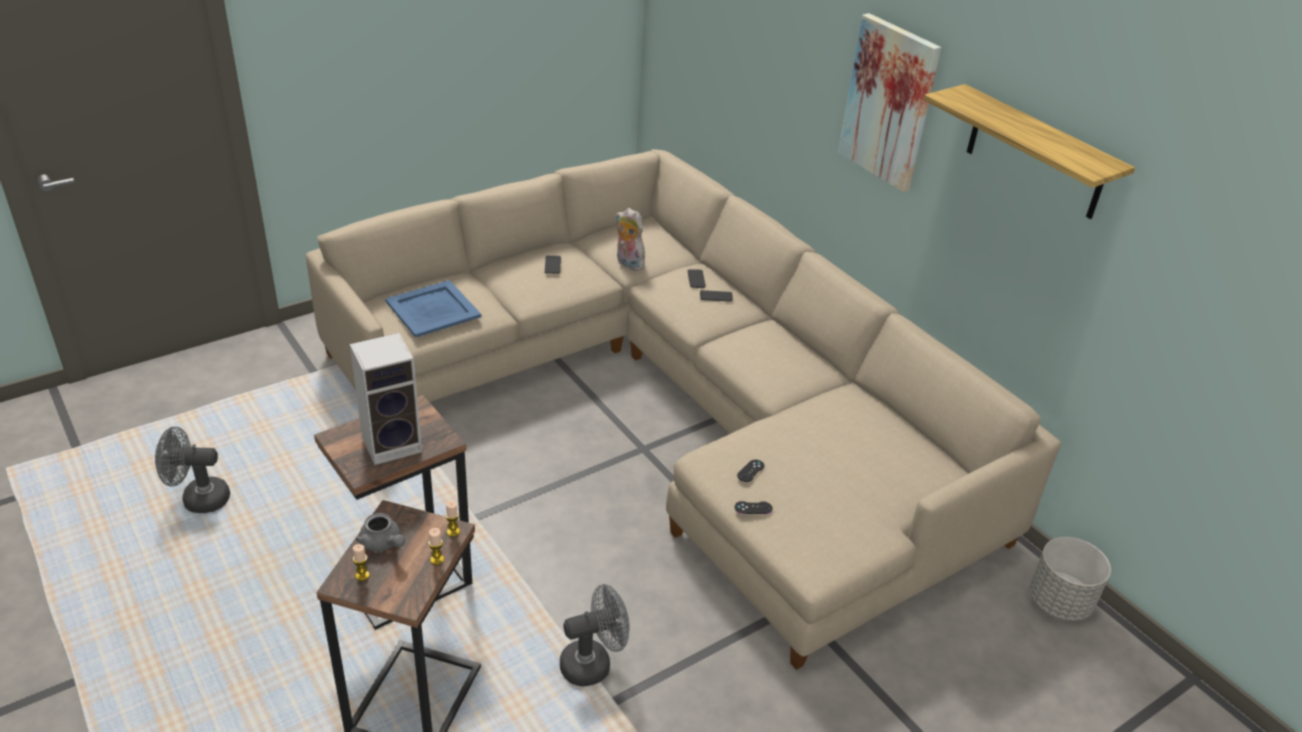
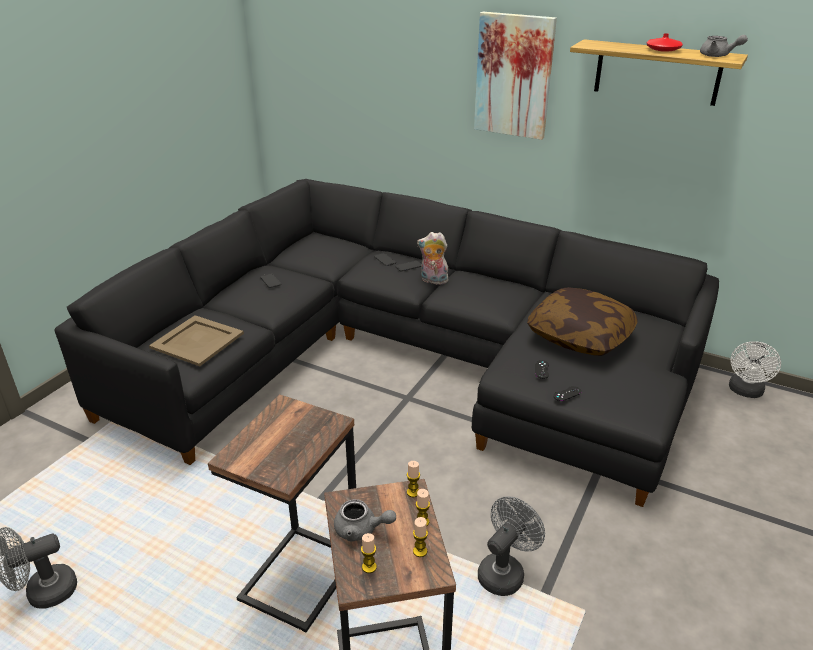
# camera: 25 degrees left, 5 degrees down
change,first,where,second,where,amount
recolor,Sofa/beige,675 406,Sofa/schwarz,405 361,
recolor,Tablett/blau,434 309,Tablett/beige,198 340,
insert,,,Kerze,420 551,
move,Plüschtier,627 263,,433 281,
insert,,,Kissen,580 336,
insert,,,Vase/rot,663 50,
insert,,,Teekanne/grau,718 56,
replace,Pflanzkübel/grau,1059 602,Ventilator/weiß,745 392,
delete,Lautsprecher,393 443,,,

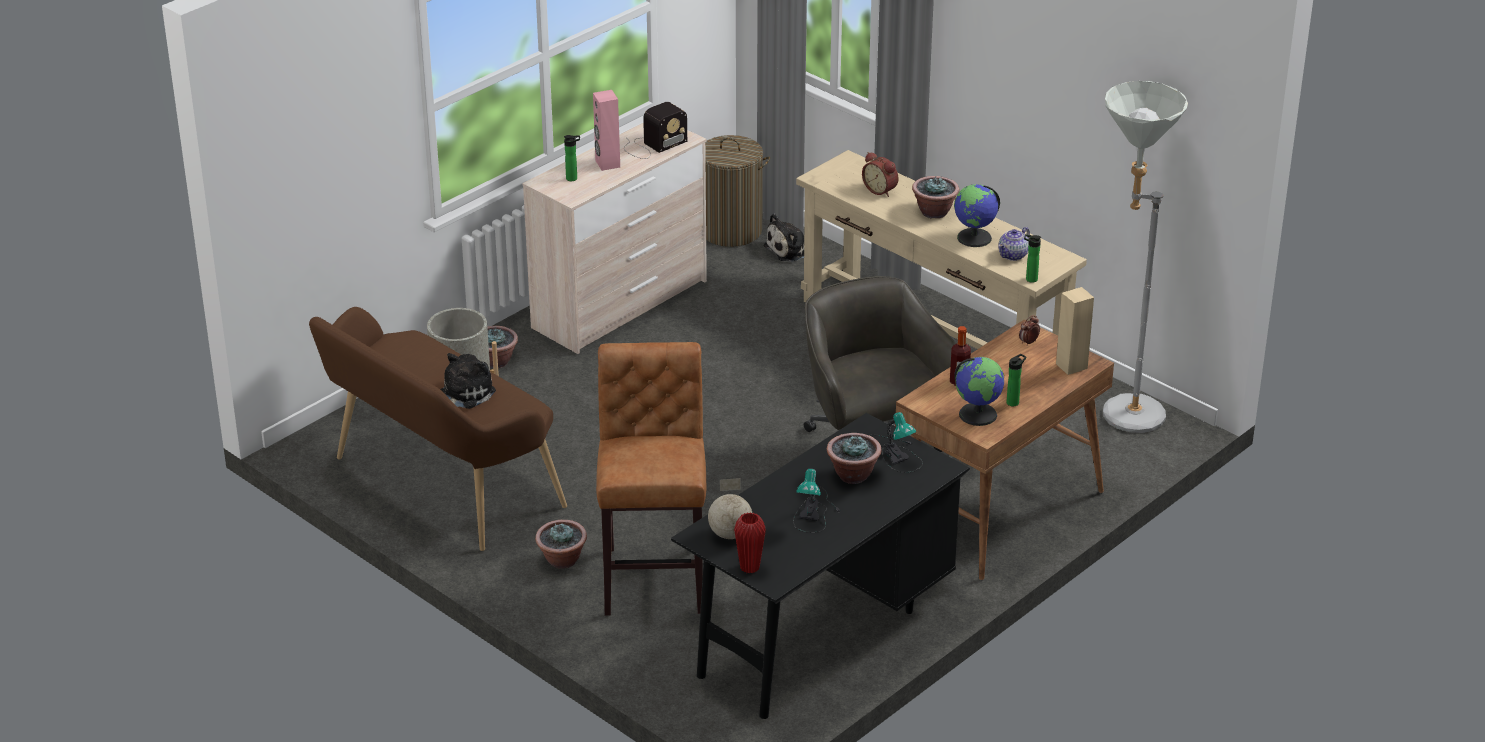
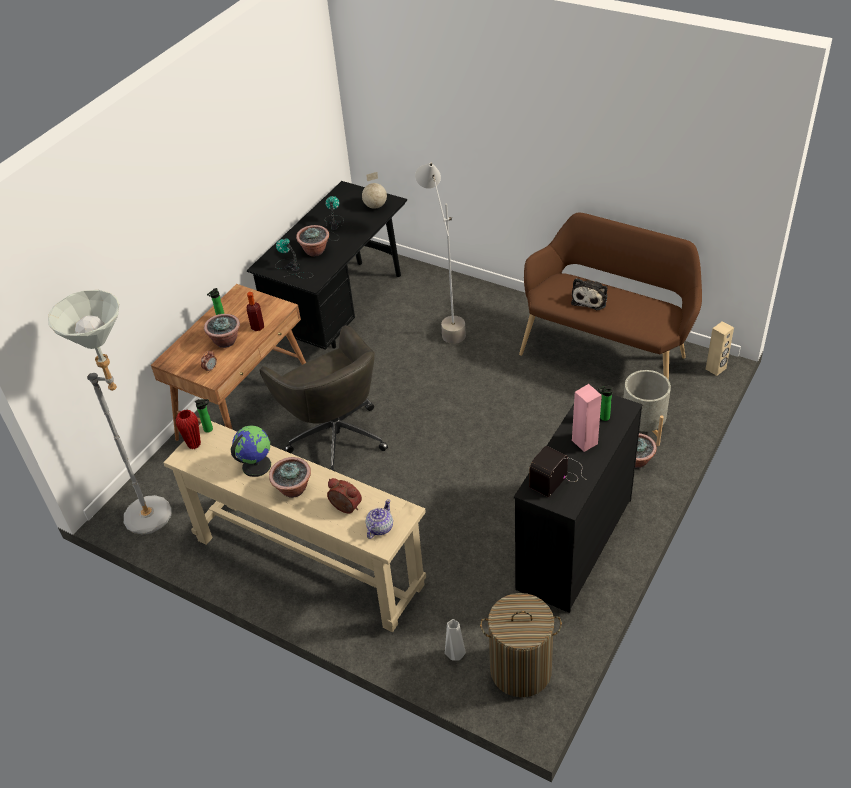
# camera: 170 degrees right, 10 degrees up
change,first,where,second,where,amount
move,Vase/rot,749 567,,194 444,
move,Topfpflanze,562 560,,226 341,
move,Teekanne,1013 255,,379 528,
replace,Hocker/braun,654 575,Stehlampe/grau,446 323,
replace,Plüschtier,790 249,Vase/grau,456 654,
recolor,Kommode/beige,621 305,Kommode/schwarz,573 543,
move,Lautsprecher/beige,1071 366,,716 369,
delete,Globus,978 414,,,

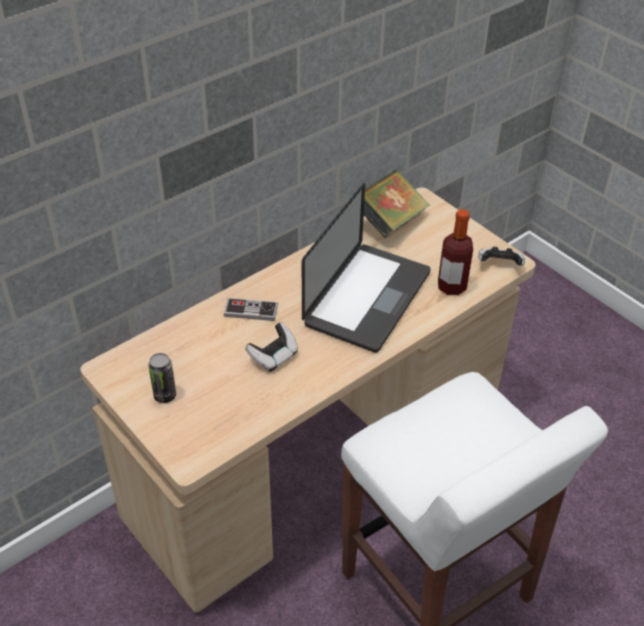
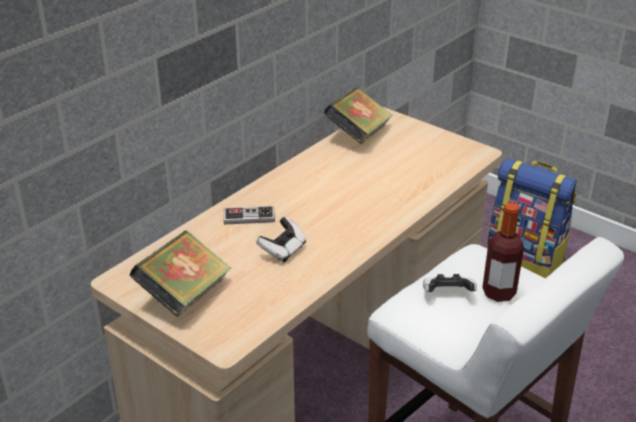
# camera: 10 degrees left, 10 degrees down
change,first,where,second,where,amount
replace,Dose,165 395,Buch,184 295,
move,Gamepad,499 265,,447 295,
move,Flasche,451 287,,499 293,
insert,,,Rucksack,525 257,
delete,Laptop,367 298,,,

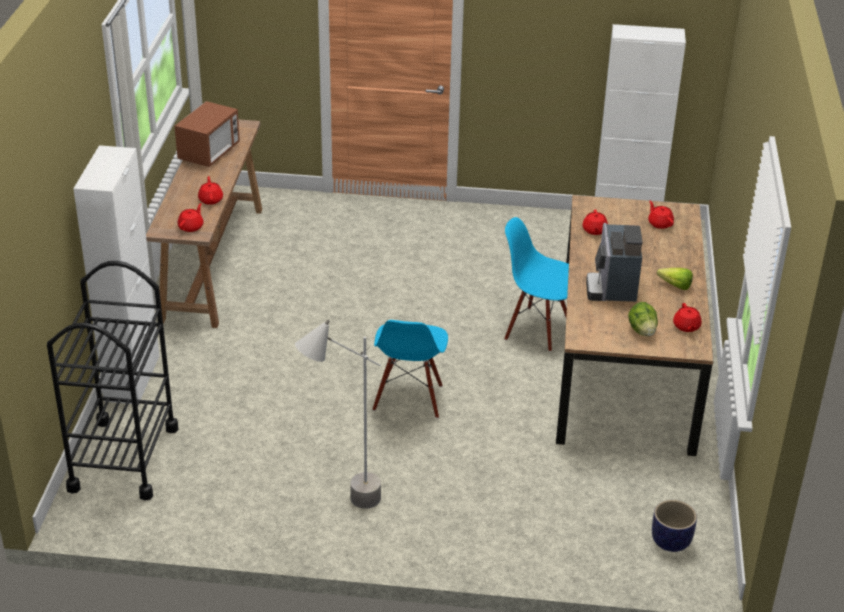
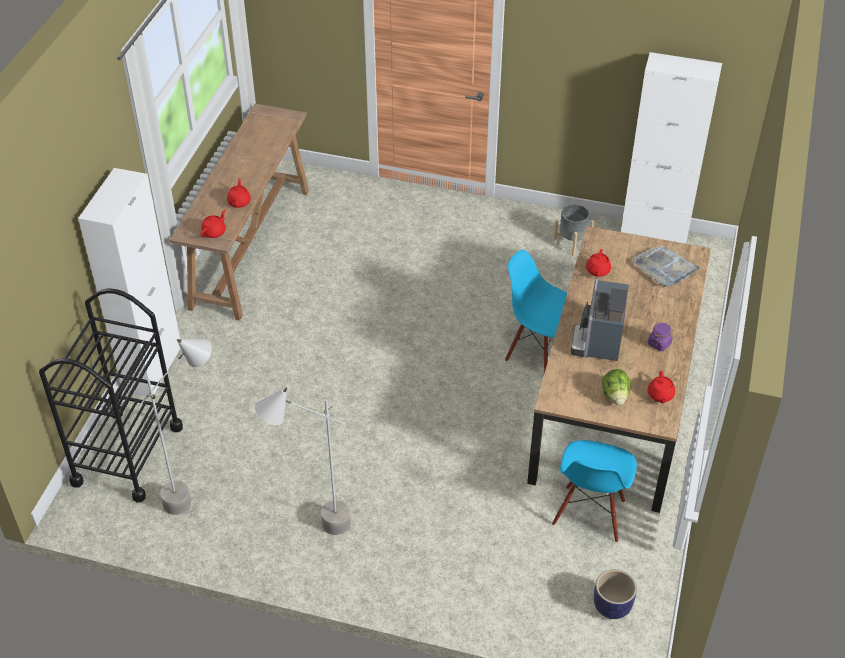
# camera: 10 degrees right, 10 degrees up
change,first,where,second,where,amount
insert,,,Stehlampe/grau,198 492,
move,Stuhl/blau,409 399,,590 514,
insert,,,Pflanzkübel/grau,572 243,
replace,Teekanne/rot,660 223,Tablett/grau,665 268,
replace,Salatkopf,672 285,Vorratsglas/lila,659 343,
delete,Mikrowelle,209 153,,,

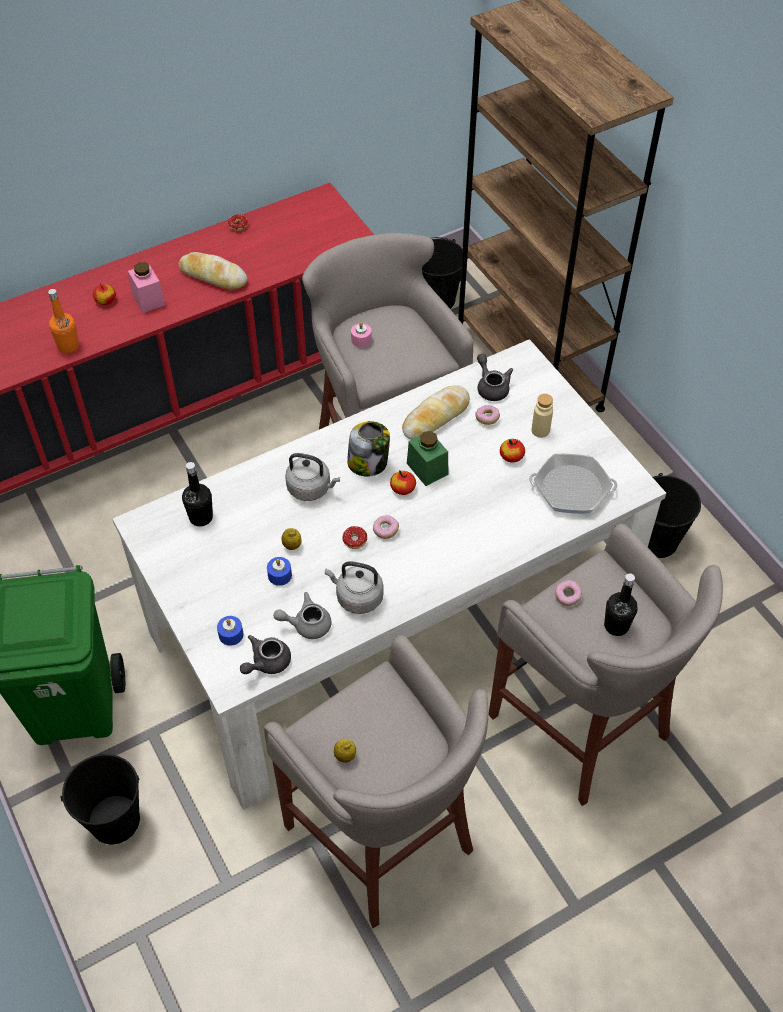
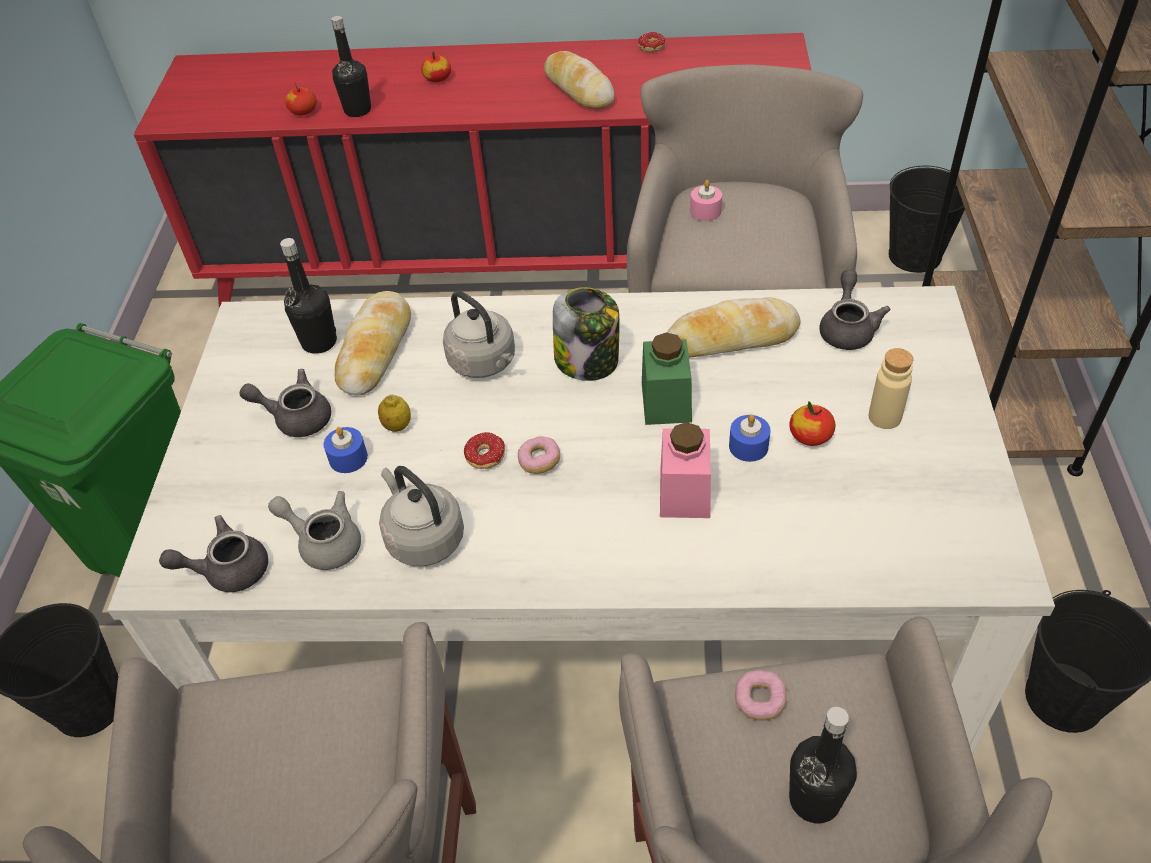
# camera: 35 degrees right, 5 degrees down
change,first,where,second,where,amount
insert,,,Teekanne/grau,296 417,
move,Apfel,403 488,,303 111,
recolor,Flasche/orange,68 346,Flasche/schwarz,357 110,
insert,,,Brot,375 350,
move,Vorratsglas/rosa,148 299,,684 492,
move,Kerze/blau,231 634,,748 446,
delete,Zitrone,345 756,,,
delete,Donut,487 418,,,
delete,Pfanne,571 489,,,

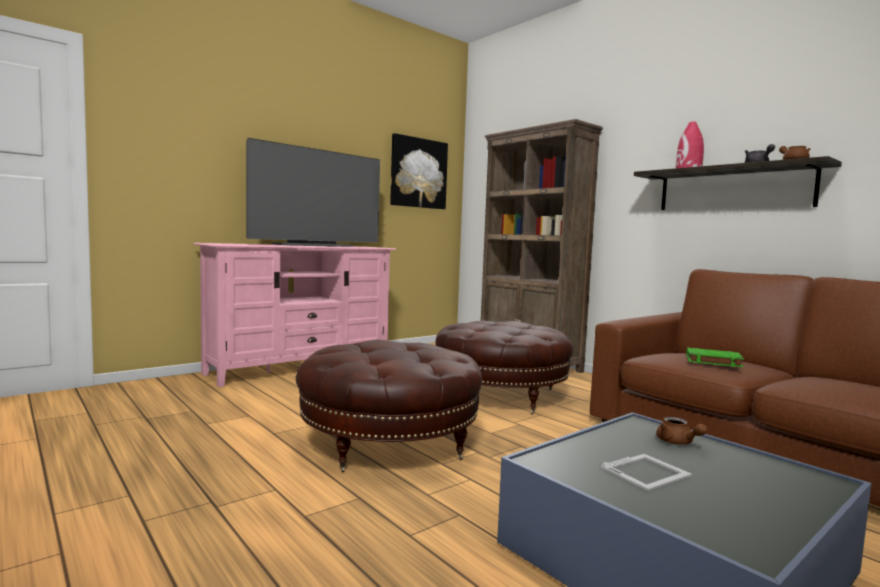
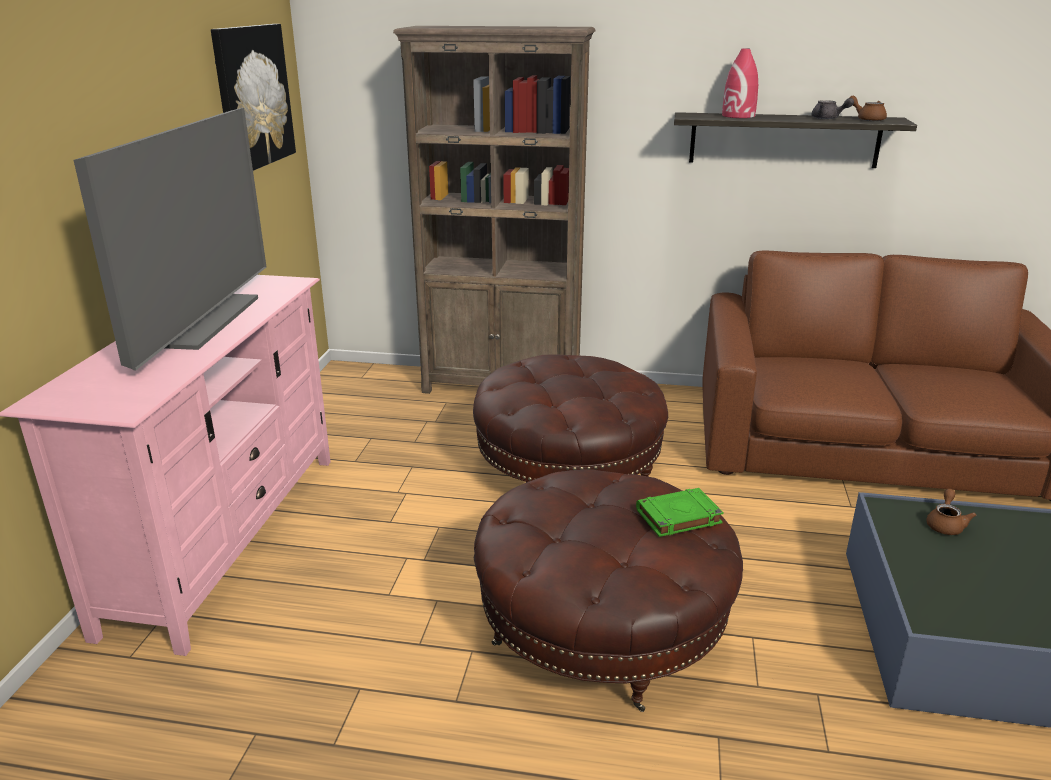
# camera: 40 degrees left, 20 degrees up
change,first,where,second,where,amount
move,Buch/grün,712 361,,678 517,
rotate,Teekanne/braun,678 442,,945 524,90 degrees counterclockwise
delete,Bilderrahmen,647 471,,,

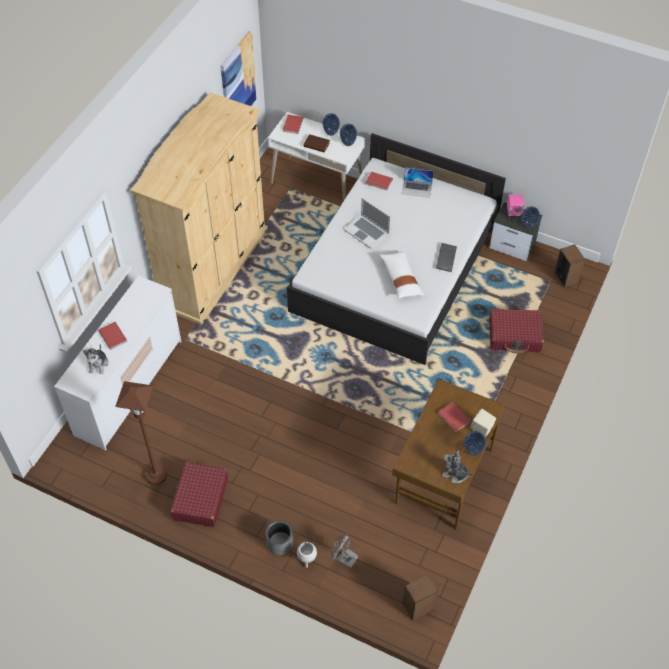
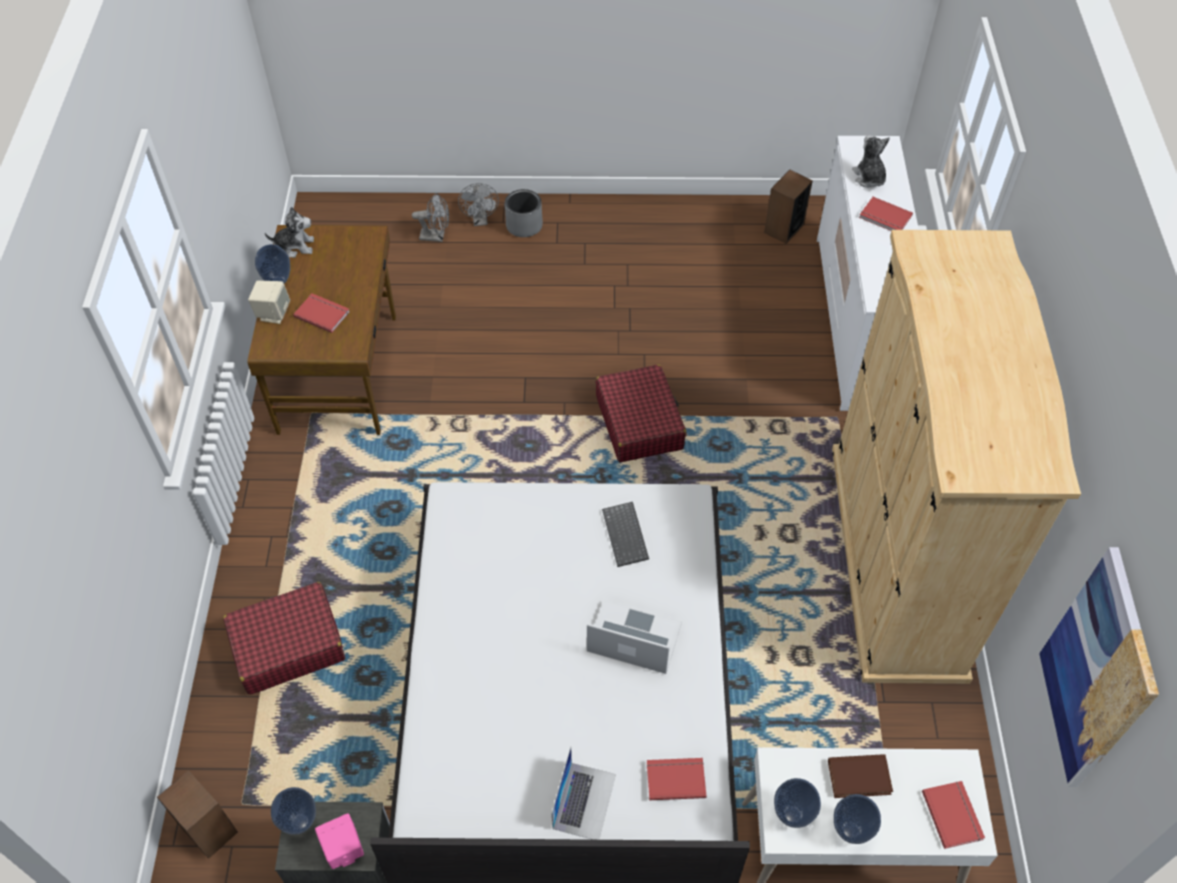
# camera: 155 degrees right, 0 degrees up
change,first,where,second,where,amount
replace,Pflanzkübel/weiß,307 560,Ventilator/grau,480 220,
rotate,Laptop,416 188,,584 801,120 degrees clockwise
move,Koffer/rot,200 499,,639 422,
move,Tastatur,445 257,,626 535,
move,Lautsprecher,418 606,,783 228,
delete,Stehlampe/braun,156 475,,,
delete,Kissen/weiß,401 279,,,

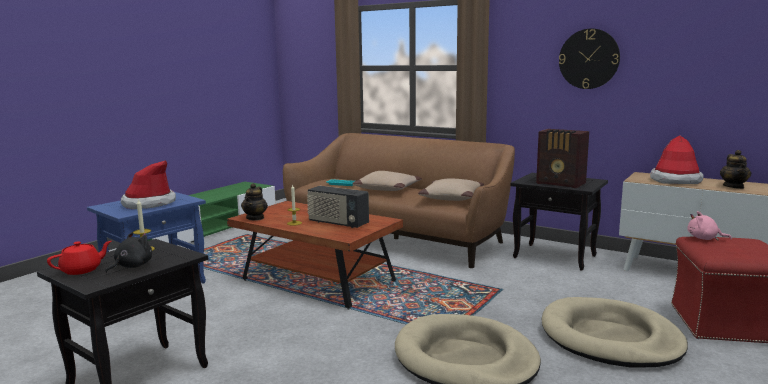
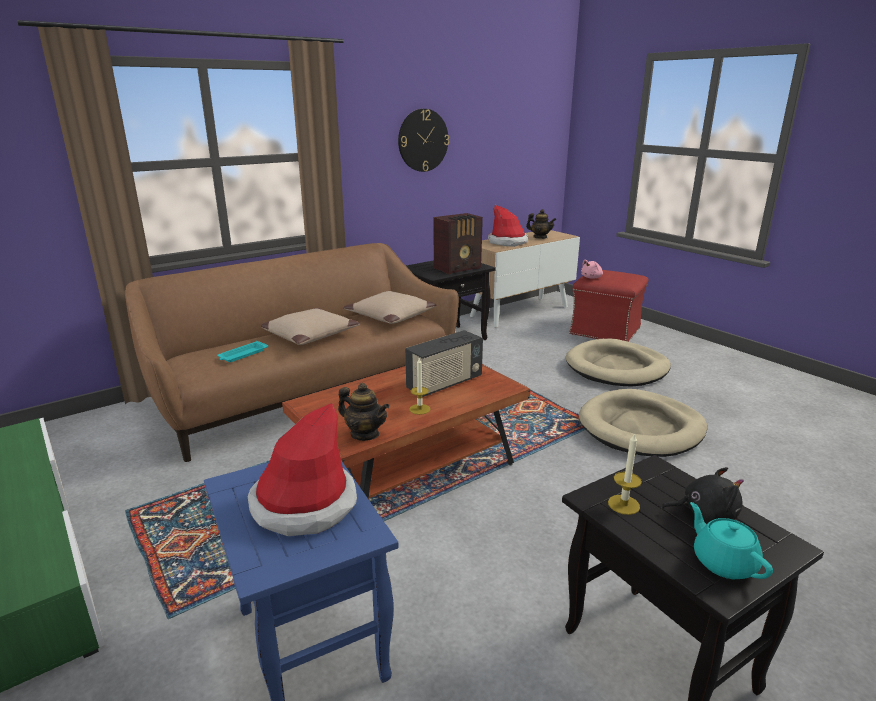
# camera: 70 degrees left, 10 degrees up
change,first,where,second,where,amount
rotate,Plüschtier/schwarz,131 266,,704 514,135 degrees clockwise
recolor,Teekanne/rot,82 270,Teekanne/türkis,723 562,

